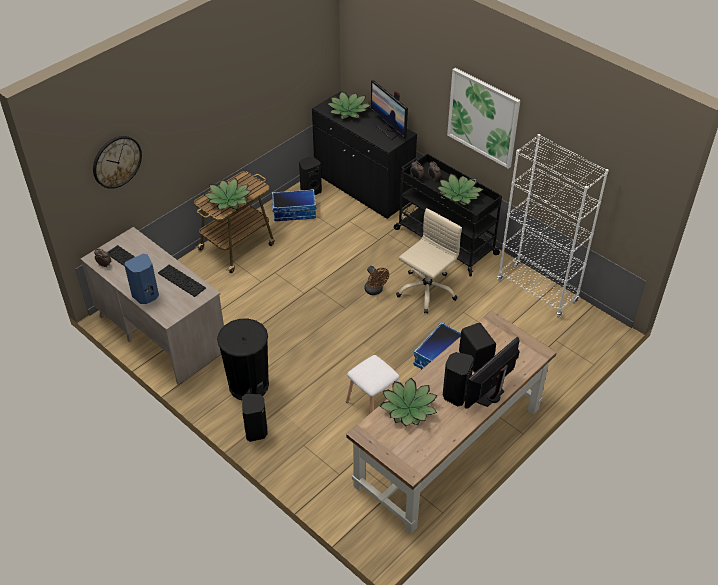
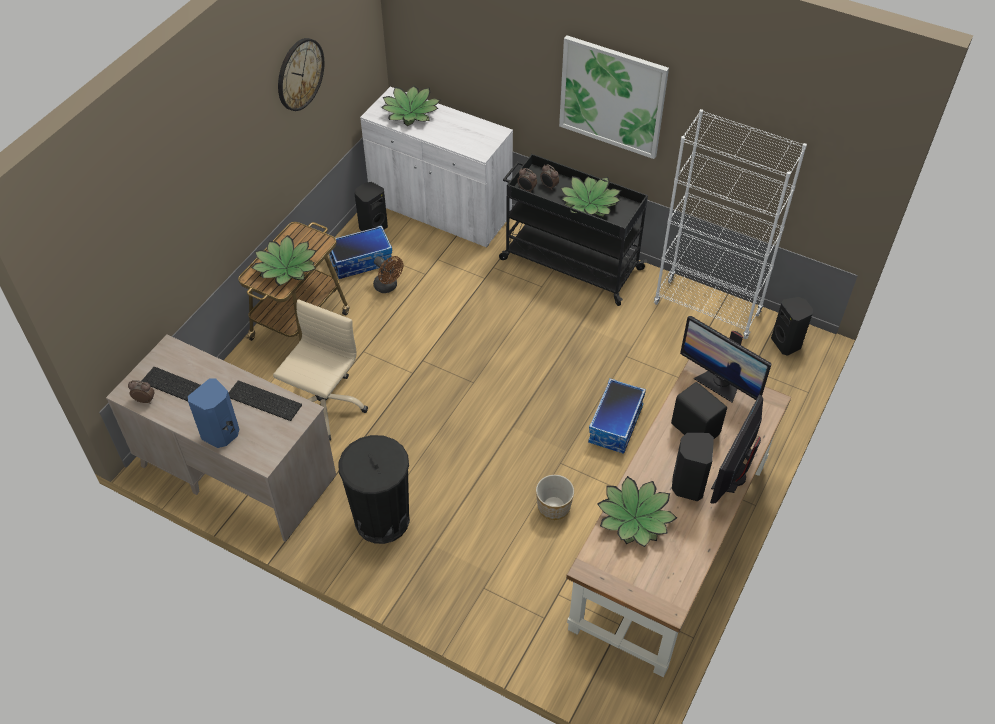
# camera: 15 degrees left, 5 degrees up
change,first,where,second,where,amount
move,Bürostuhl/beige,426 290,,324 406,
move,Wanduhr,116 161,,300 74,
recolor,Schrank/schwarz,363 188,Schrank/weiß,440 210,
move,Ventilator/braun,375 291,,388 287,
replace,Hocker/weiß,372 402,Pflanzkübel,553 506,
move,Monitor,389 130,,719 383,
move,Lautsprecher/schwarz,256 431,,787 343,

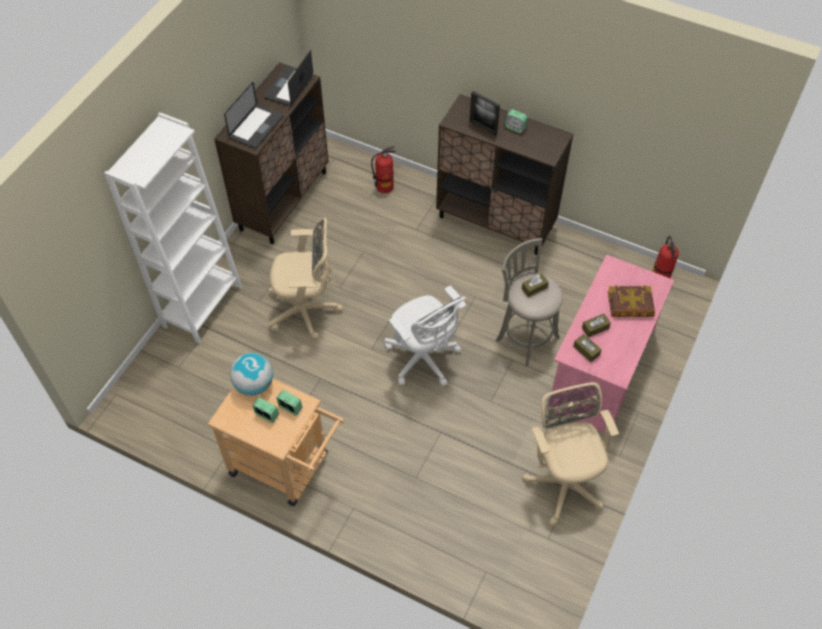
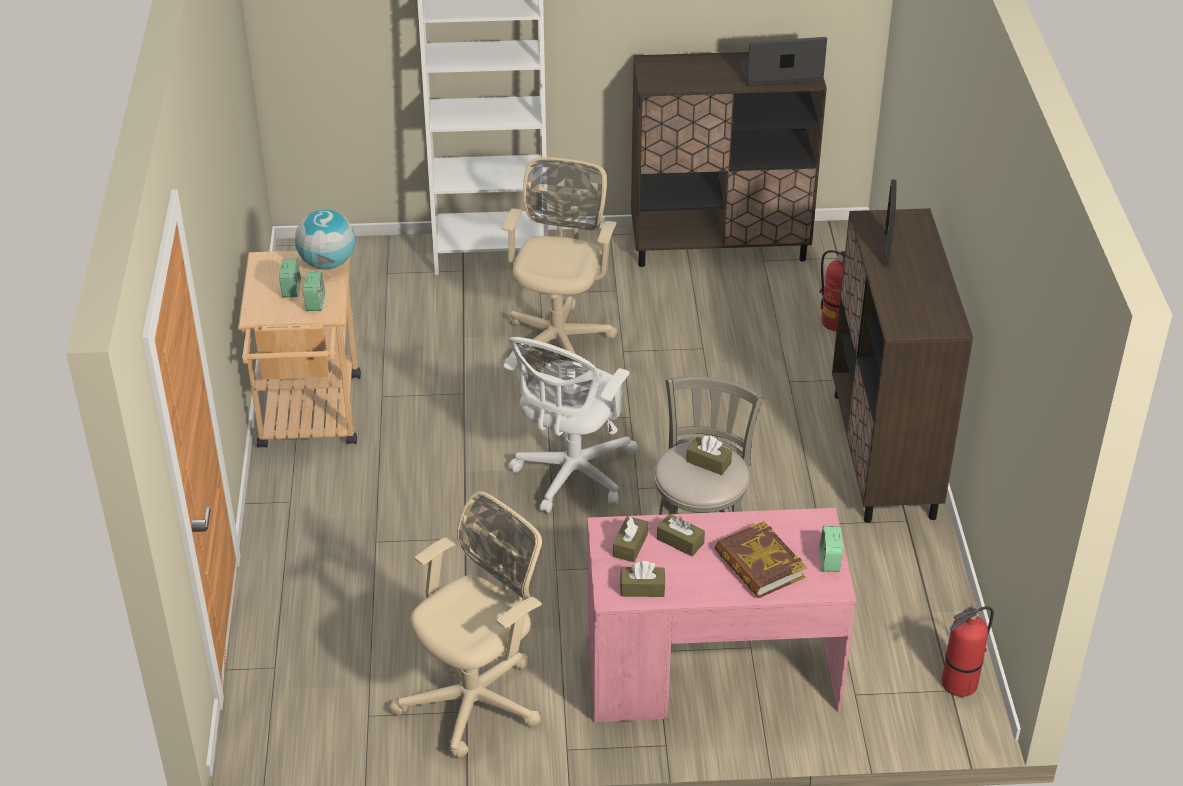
# camera: 60 degrees right, 15 degrees down
change,first,where,second,where,amount
rotate,Bürostuhl/beige,306 311,,559 338,135 degrees counterclockwise
insert,,,Taschentuchbox/braun,642 588,
move,Wecker,515 127,,829 561,
delete,Laptop,256 127,,,

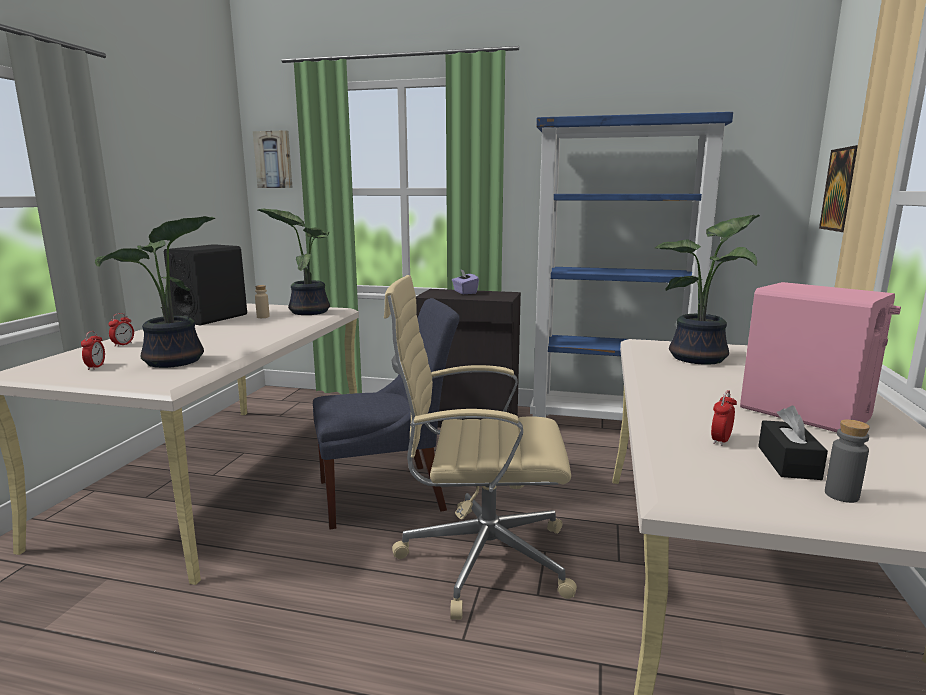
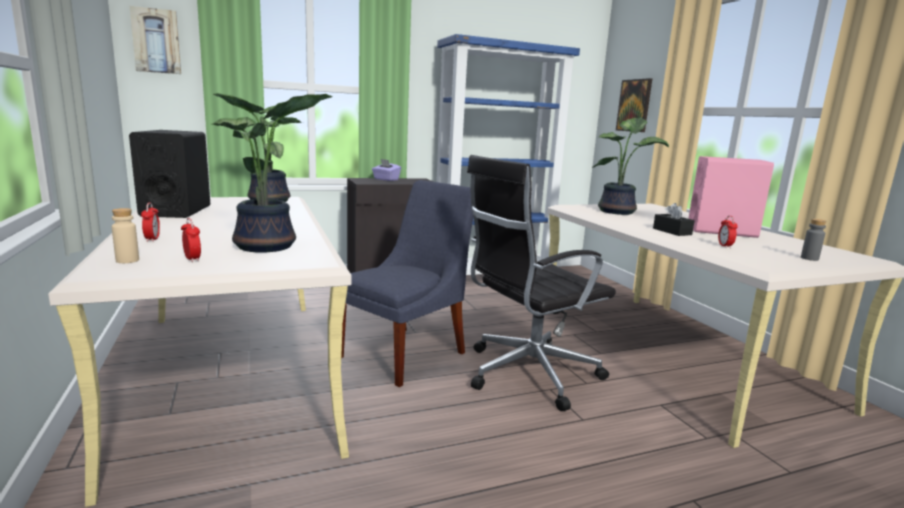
# camera: 35 degrees left, 0 degrees up
change,first,where,second,where,amount
move,Flasche/beige,263 317,,127 260,
recolor,Bürostuhl/beige,480 558,Bürostuhl/schwarz,527 374,
move,Taschentuchbox/schwarz,788 462,,672 231,

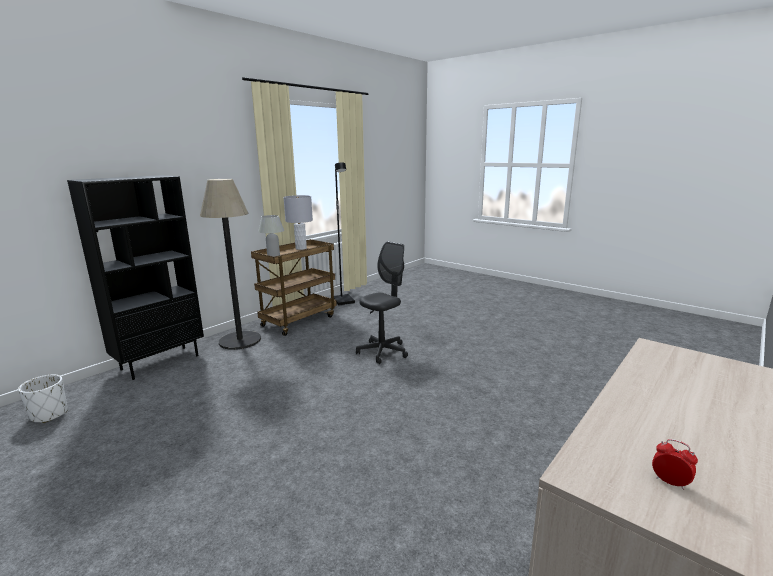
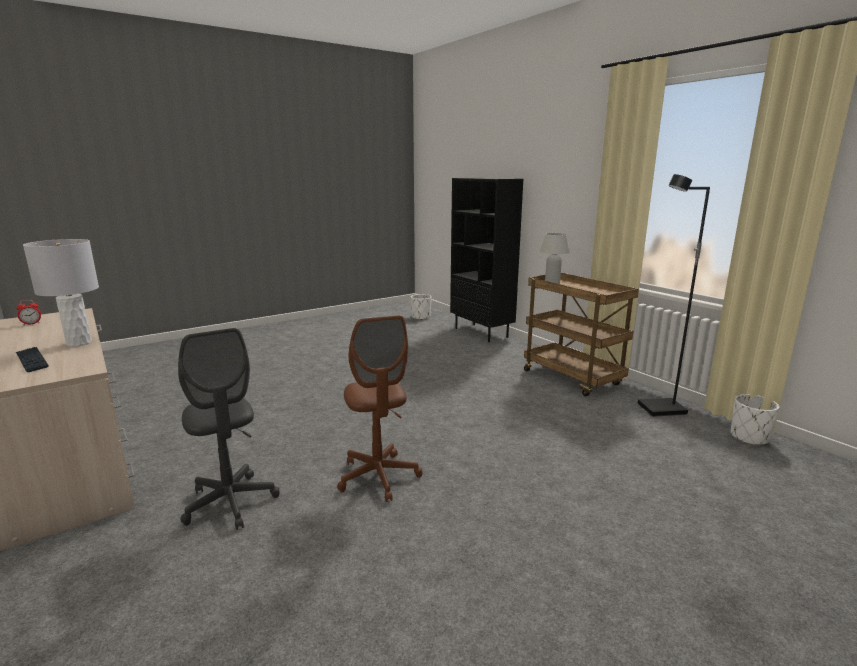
# camera: 105 degrees right, 0 degrees up
change,first,where,second,where,amount
insert,,,Tastatur,32 360,
move,Tischlampe/grau,301 248,,79 343,
move,Bürostuhl/grau,382 352,,231 503,
insert,,,Bürostuhl/braun,378 477,
insert,,,Pflanzkübel/weiß,749 437,
delete,Stehlampe,240 340,,,

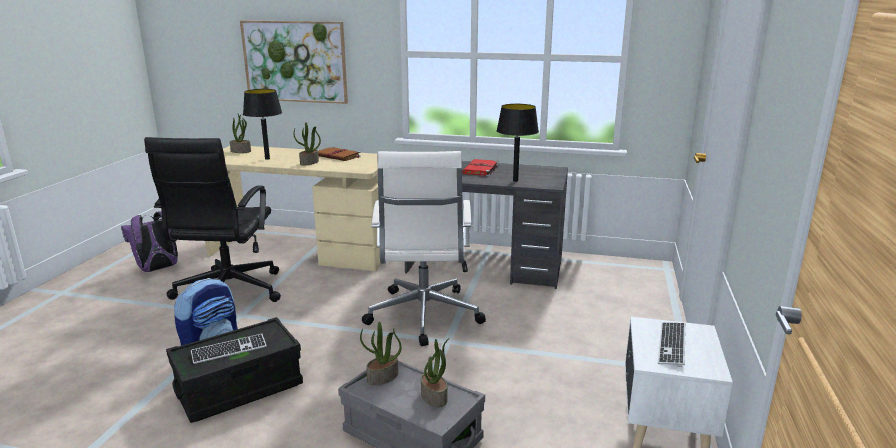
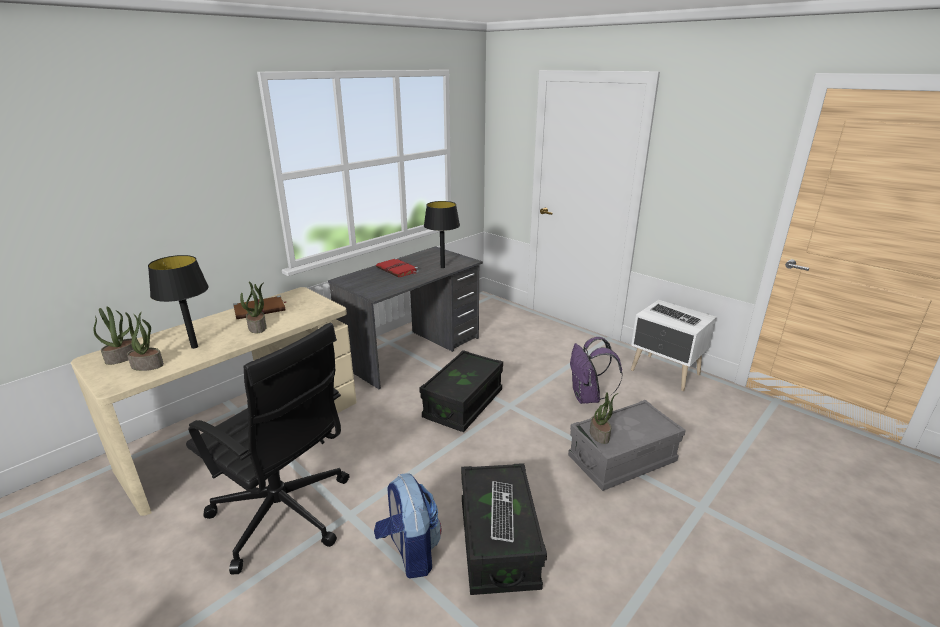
# camera: 60 degrees left, 5 degrees up
change,first,where,second,where,amount
move,Topfpflanze,434 397,,148 365,
replace,Bürostuhl/weiß,423 316,Aufbewahrungsbox/schwarz,463 404,
move,Rucksack/lila,158 269,,588 397,
delete,Bild,295 61,,,

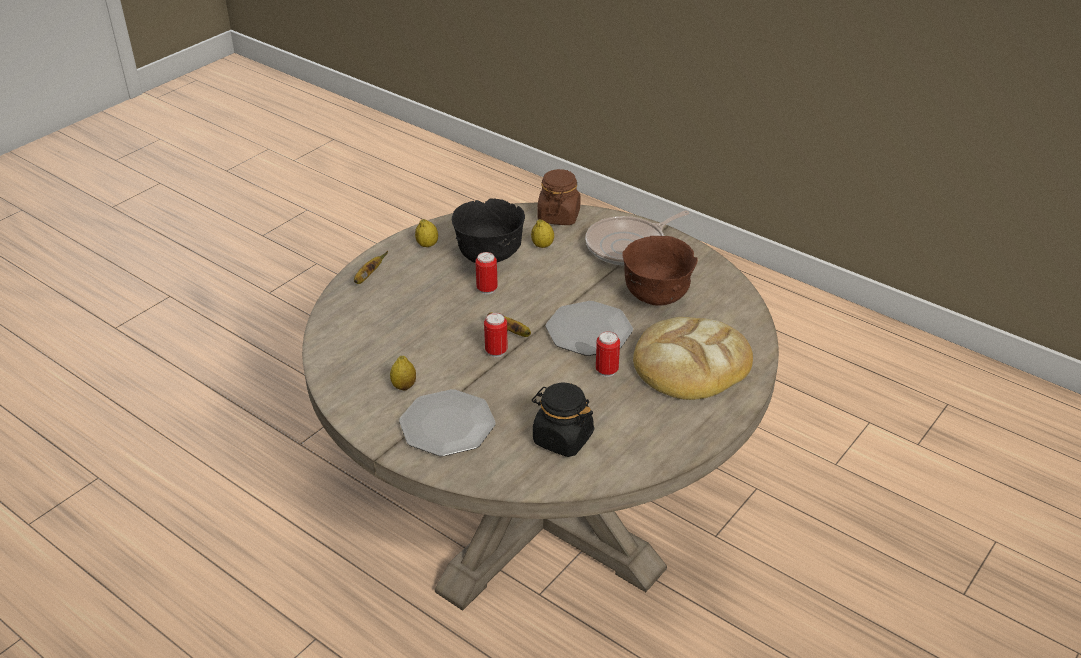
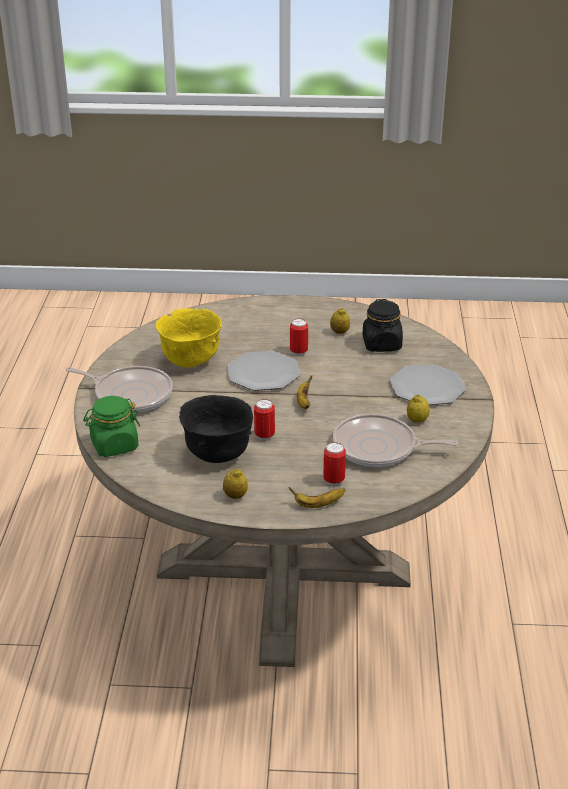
# camera: 125 degrees left, 5 degrees down
change,first,where,second,where,amount
recolor,Vorratsglas/braun,558 216,Vorratsglas/grün,114 445,
recolor,Schüssel/braun,656 297,Schüssel/gelb,190 361,
move,Dose,496 351,,333 480,
move,Zitrone,542 246,,339 332,
insert,,,Pfanne,379 448,
delete,Brot,691 363,,,

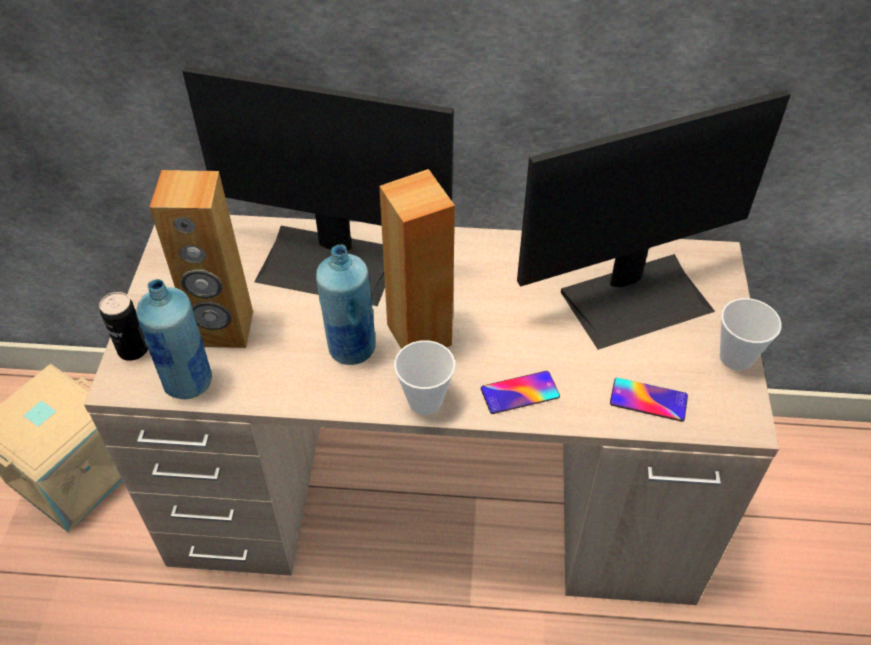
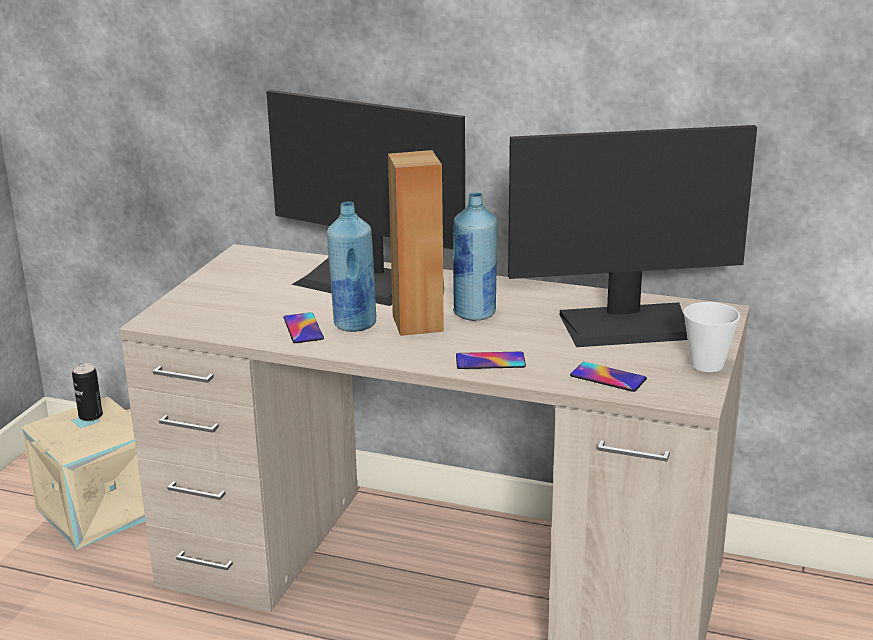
# camera: 15 degrees right, 25 degrees down
change,first,where,second,where,amount
move,Dose,133 349,,90 416,
insert,,,Handy,303 328,
move,Flasche/blau,188 382,,474 313,
delete,Lautsprecher/braun,223 329,,,
delete,Tasse,425 401,,,

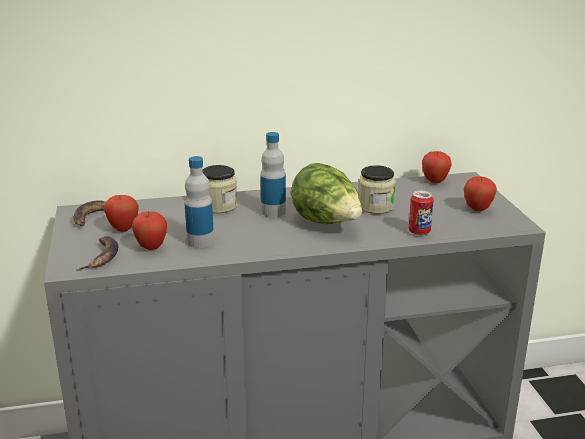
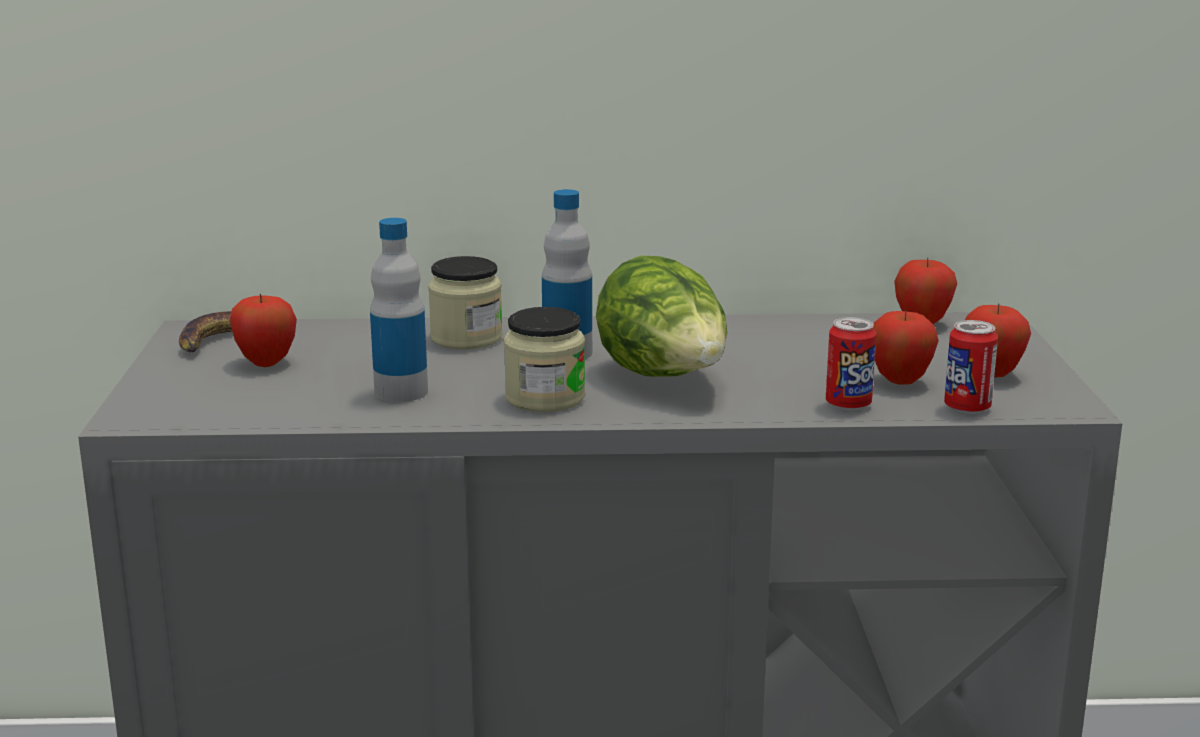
# camera: 10 degrees right, 5 degrees down
change,first,where,second,where,amount
move,Vorratsglas,375 207,,545 398,
move,Apfel,151 247,,900 382,
insert,,,Dose,967 408,
delete,Banane,101 256,,,

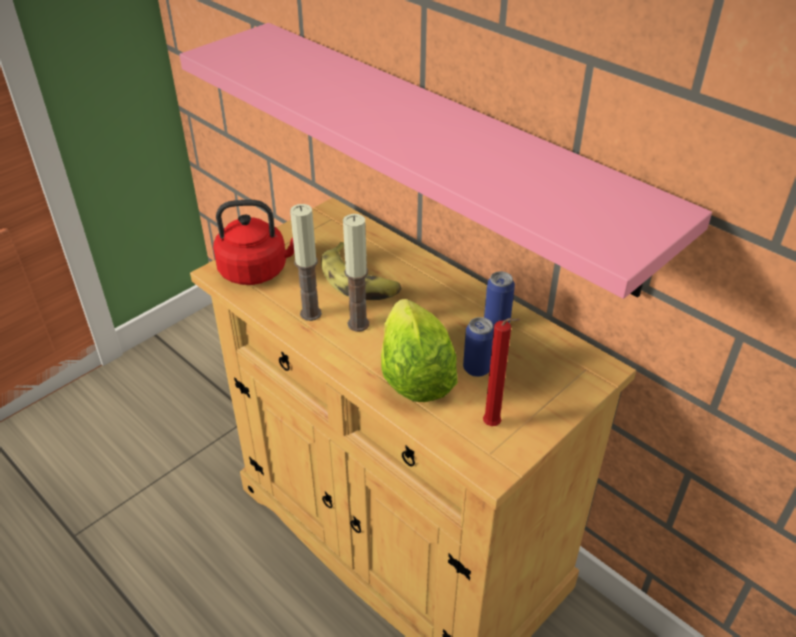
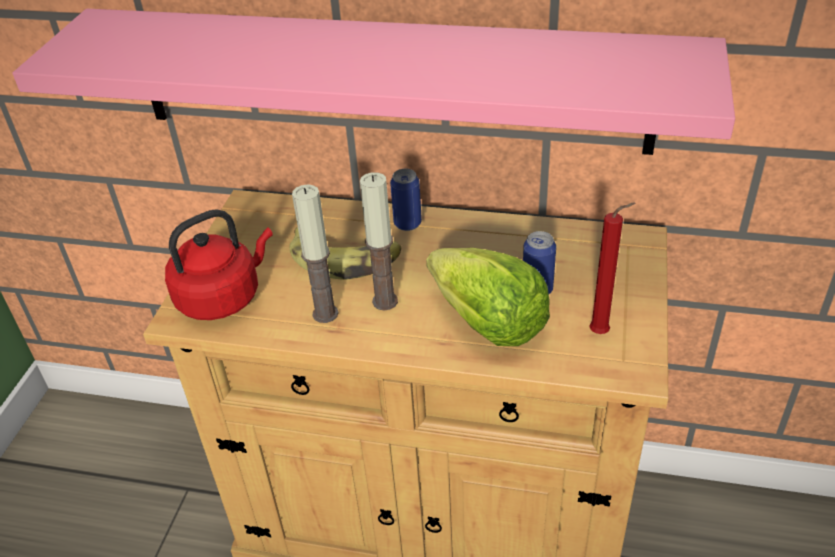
# camera: 30 degrees left, 0 degrees up
change,first,where,second,where,amount
move,Dose,496 321,,407 223,

